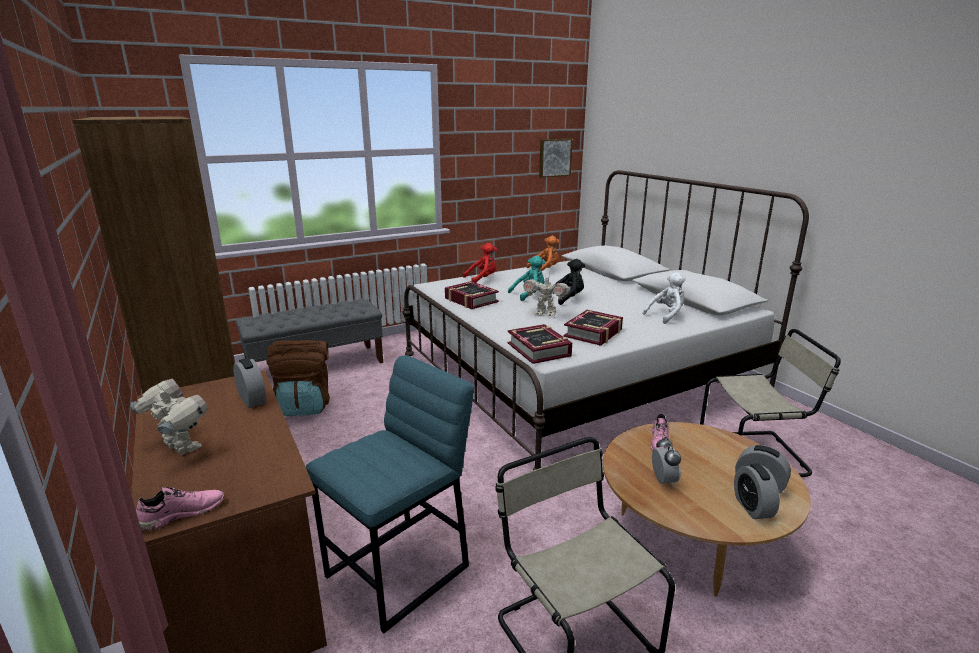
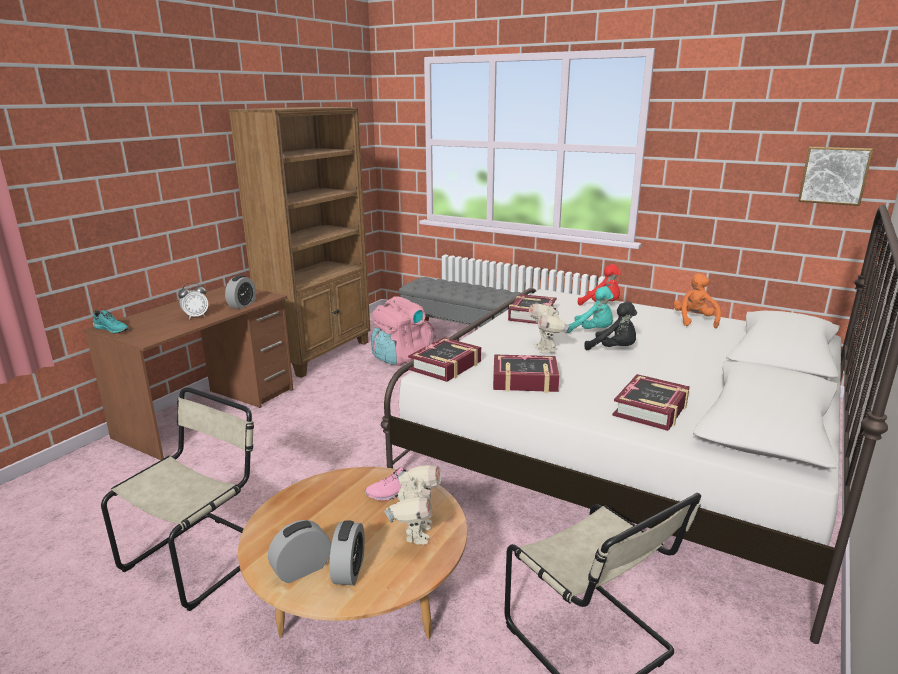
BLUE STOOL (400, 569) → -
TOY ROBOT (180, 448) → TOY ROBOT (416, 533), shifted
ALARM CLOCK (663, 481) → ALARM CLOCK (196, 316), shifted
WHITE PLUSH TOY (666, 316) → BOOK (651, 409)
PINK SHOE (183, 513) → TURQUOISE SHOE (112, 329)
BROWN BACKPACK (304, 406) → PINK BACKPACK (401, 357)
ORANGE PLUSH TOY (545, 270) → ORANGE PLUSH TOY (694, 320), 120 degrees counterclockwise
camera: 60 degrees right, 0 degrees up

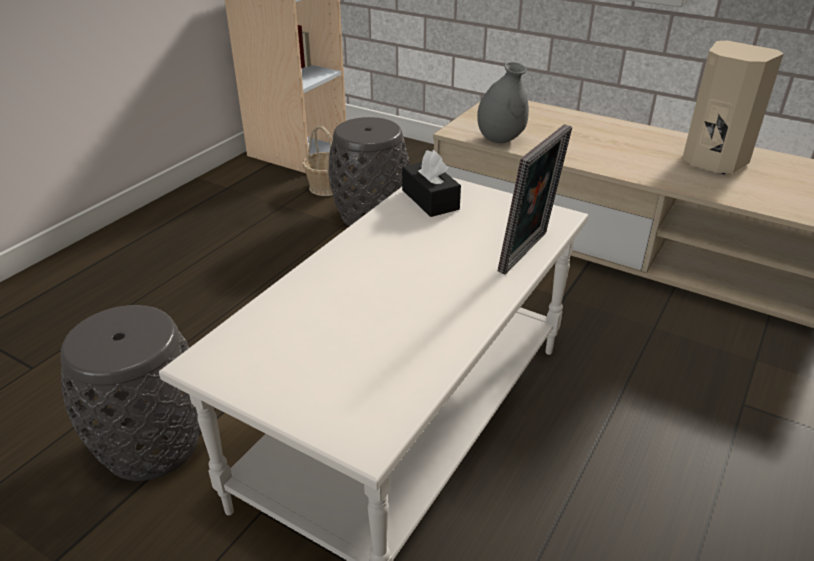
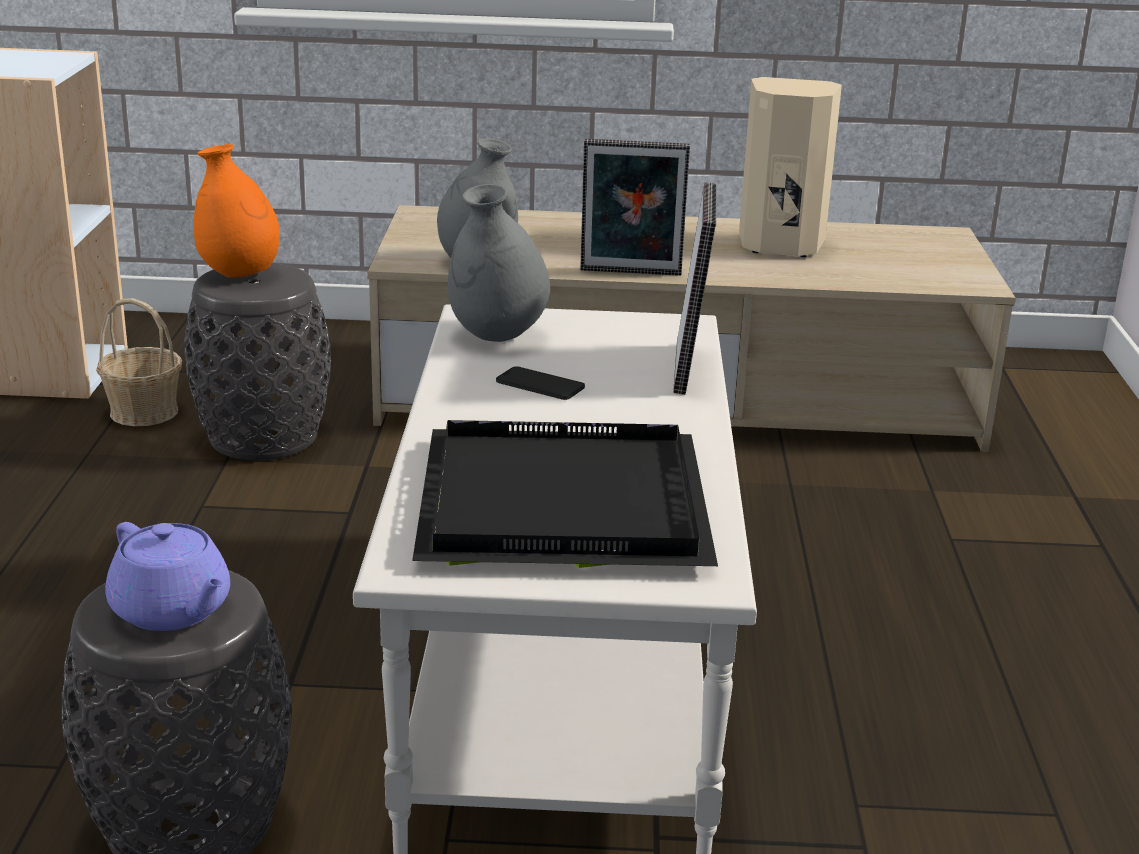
- → PURPLE TEAPOT (172, 611)
- → ORANGE VASE (239, 275)
- → BLACK TRAY (558, 506)
- → PHONE (540, 384)
- → PICTURE FRAME (630, 273)
BLACK TISSUE BOX (430, 199) → GREY VASE (497, 336)
camera: 30 degrees left, 10 degrees down

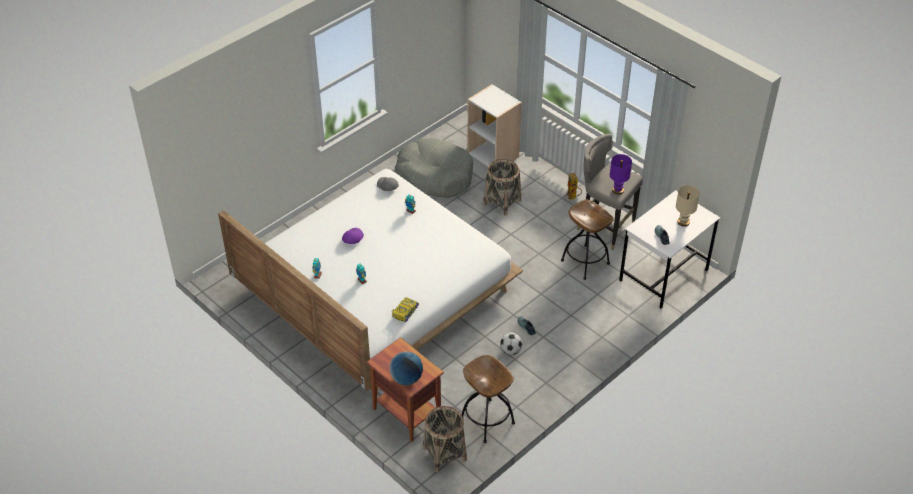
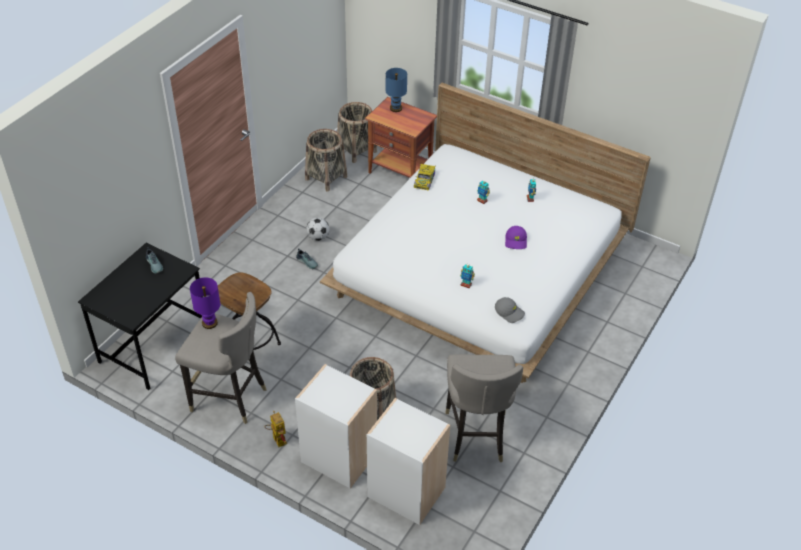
BEIGE TABLE LAMP (683, 222) → -
- → WHITE BOOKCASE (338, 457)
GLOBE (406, 378) → BLUE TABLE LAMP (395, 108)
GREY DOG BED (434, 176) → GREY STOOL (476, 436)
BROWN STOOL (487, 420) → BASKET (326, 178)
WHITE DESK (663, 276) → BLACK DESK (154, 346)
camera: 165 degrees right, 0 degrees up

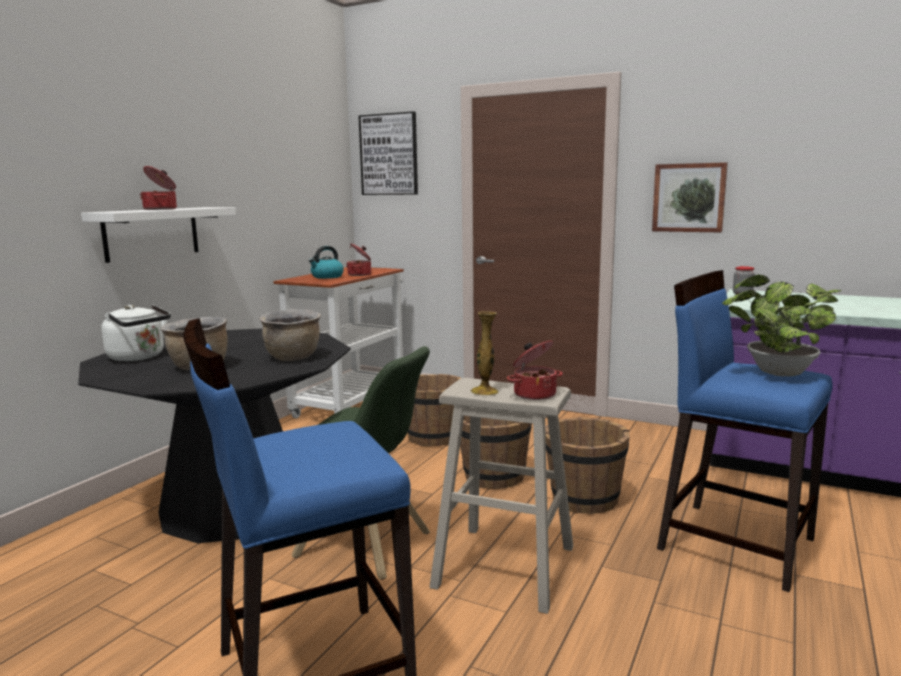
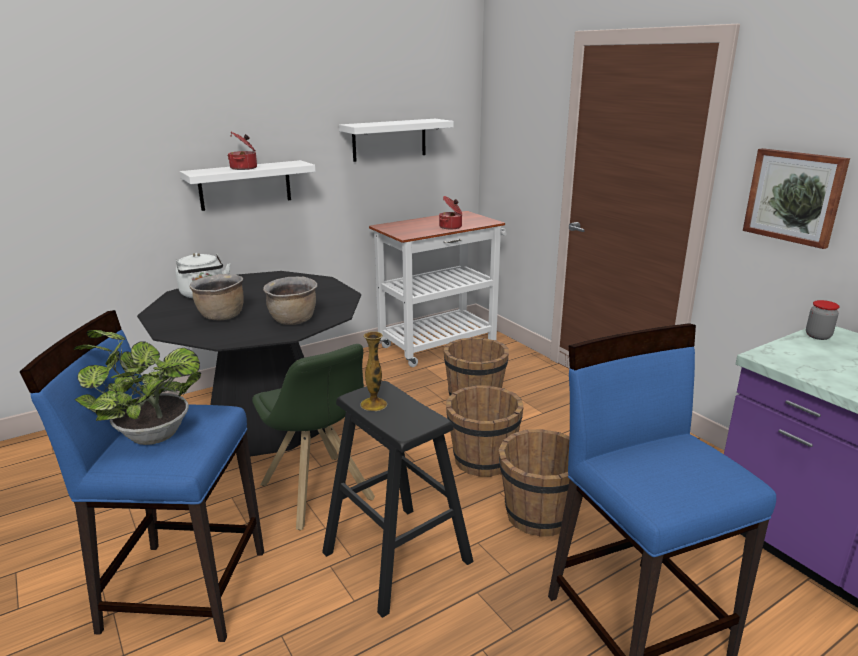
KETTLE (327, 277) → -
PICTURE (389, 154) → -
COOKING POT (534, 394) → -
- → WHITE SHELF (389, 139)
POTTED PLANT (776, 373) → POTTED PLANT (149, 435), shifted
BEIGE STOOL (505, 566) → BLACK STOOL (397, 557)
camera: 30 degrees right, 10 degrees up

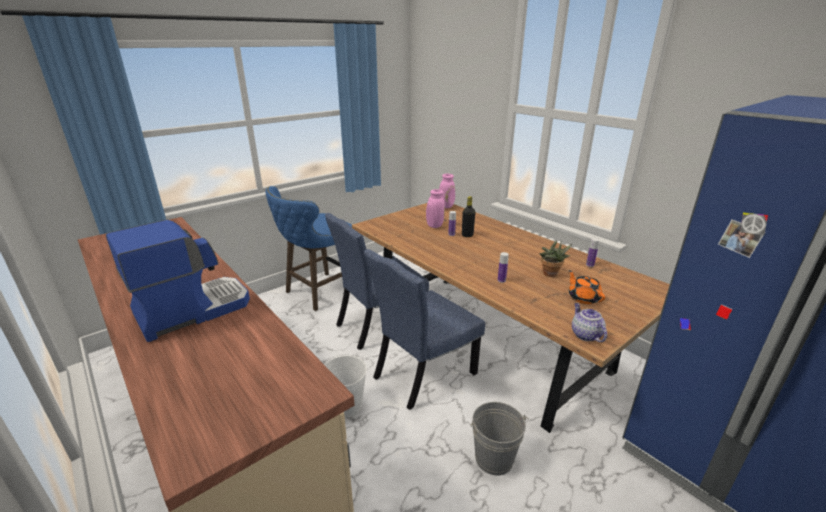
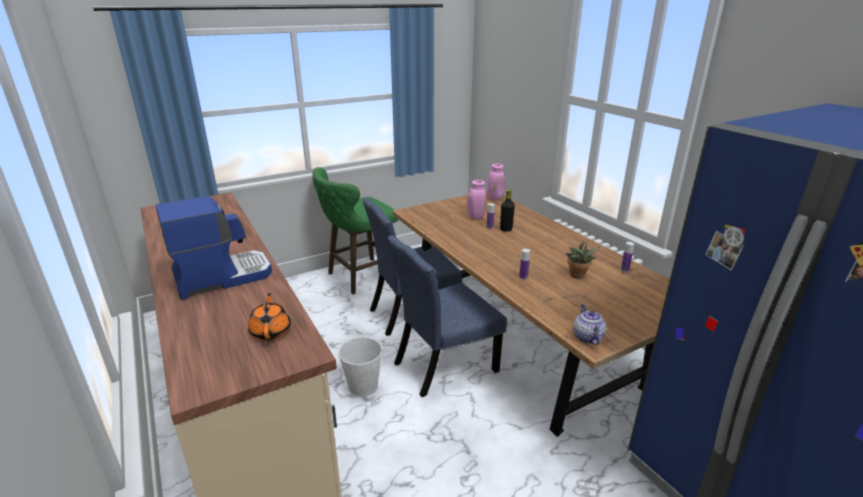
GREY BUCKET (494, 458) → -
ORANGE TEAPOT (583, 298) → ORANGE TEAPOT (271, 331), shifted
BLUE STOOL (318, 292) → GREEN STOOL (359, 276)
camera: 10 degrees right, 0 degrees up

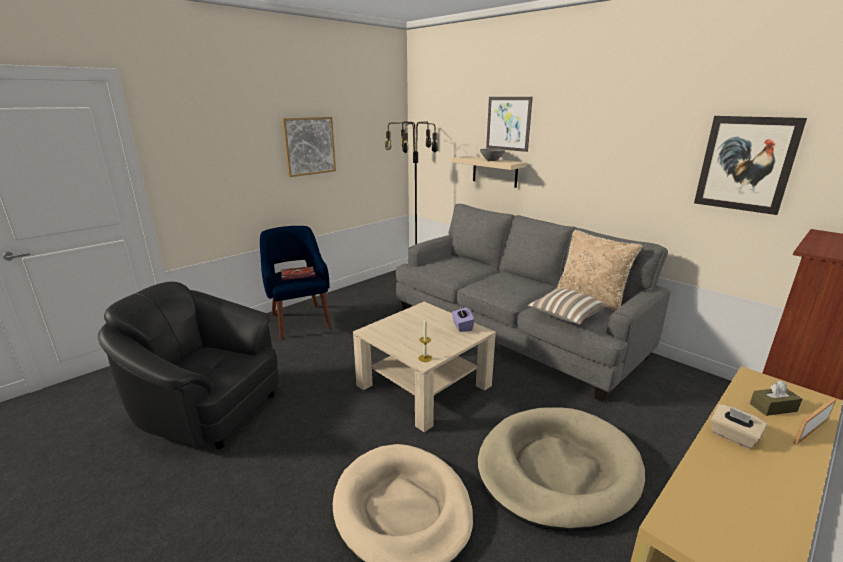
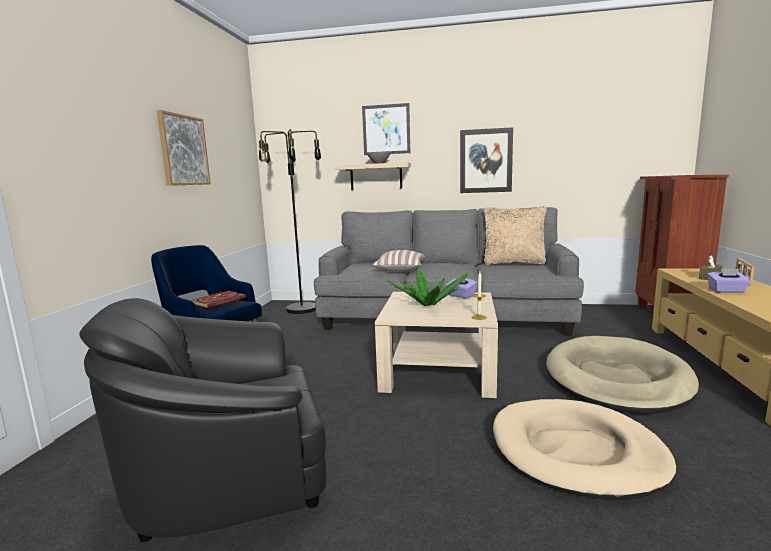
- → POTTED PLANT (428, 305)
PILLOW (565, 316) → PILLOW (400, 270), shifted
PICTURE (746, 164) → PICTURE (486, 161), shifted
BEIGE TISSUE BOX (733, 436) → PURPLE TISSUE BOX (726, 291)
camera: 35 degrees left, 10 degrees down

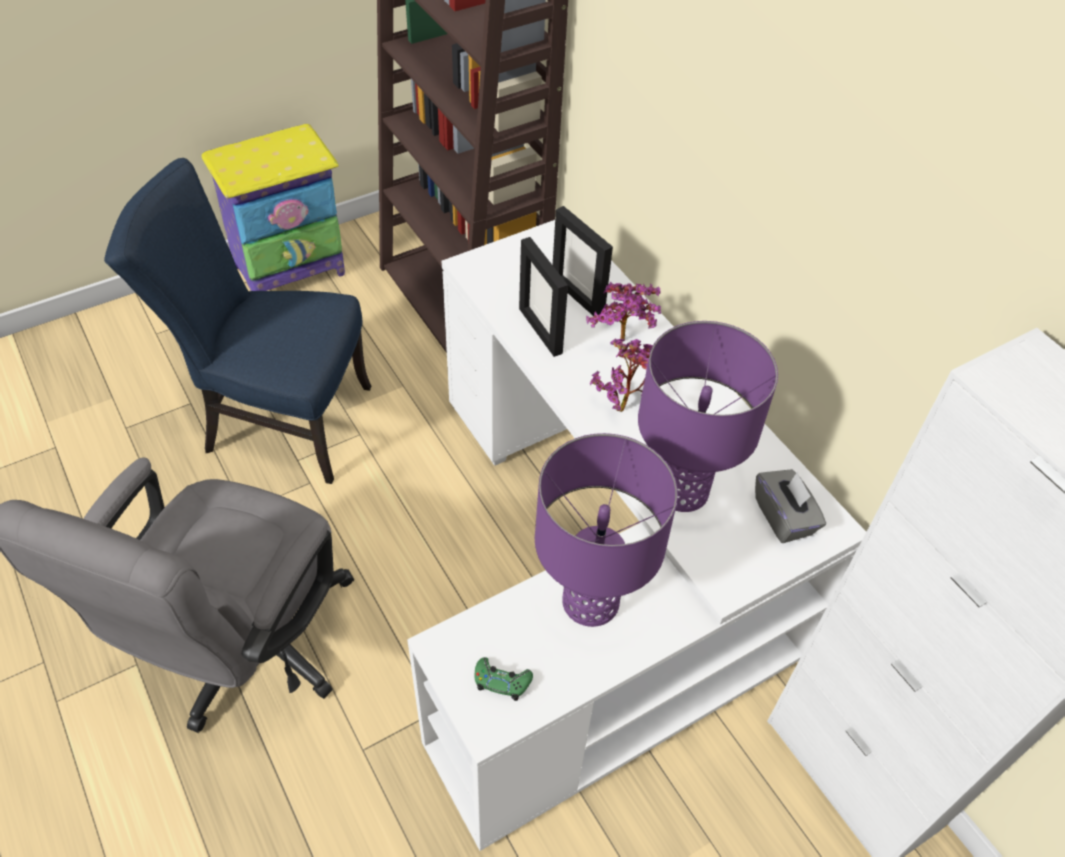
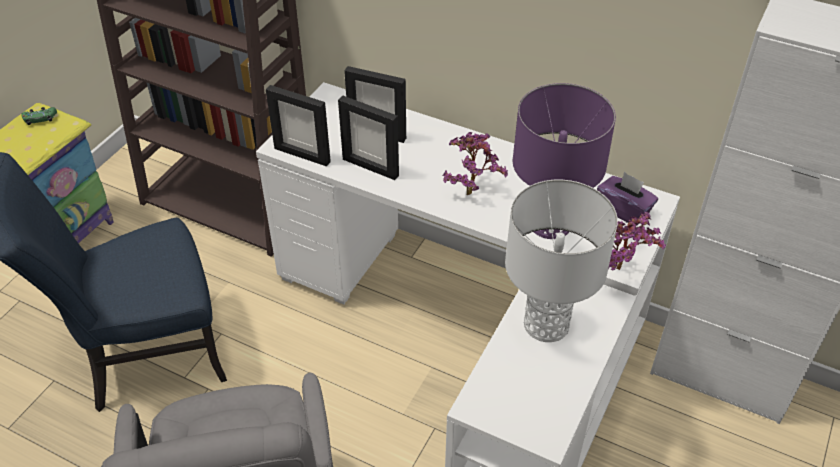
- → PICTURE FRAME (303, 154)
GREEN GAME CONTROLLER (502, 681) → GREEN GAME CONTROLLER (40, 119), shifted
POTTED PLANT (624, 343) → POTTED PLANT (622, 271), shifted
PURPLE TABLE LAMP (591, 602) → WHITE TABLE LAMP (547, 325)
GREY TISSUE BOX (784, 517) → PURPLE TISSUE BOX (624, 210)
camera: 30 degrees left, 5 degrees down

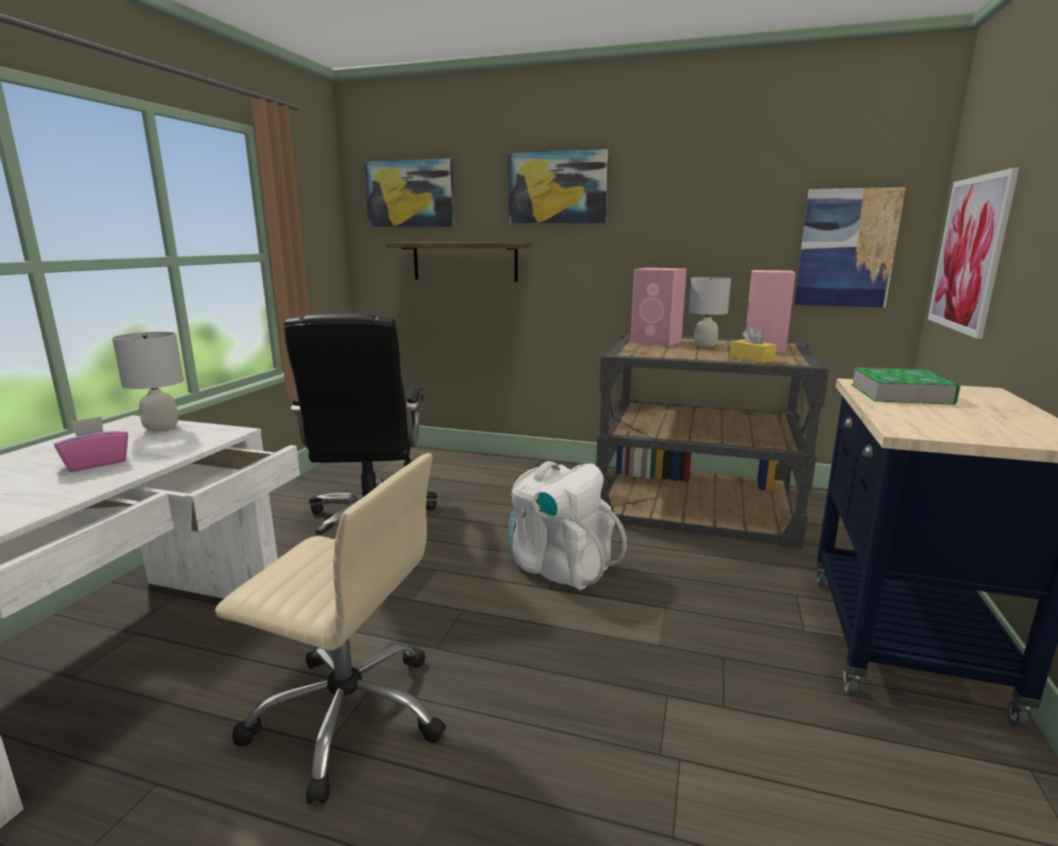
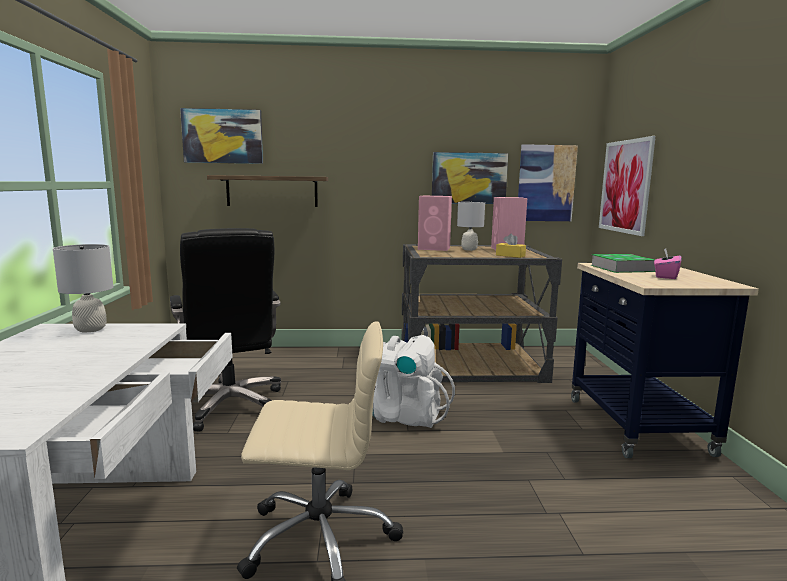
PINK TISSUE BOX (96, 463) → PINK TISSUE BOX (665, 276), shifted
PICTURE (557, 188) → PICTURE (469, 178), shifted
camera: 20 degrees left, 5 degrees down

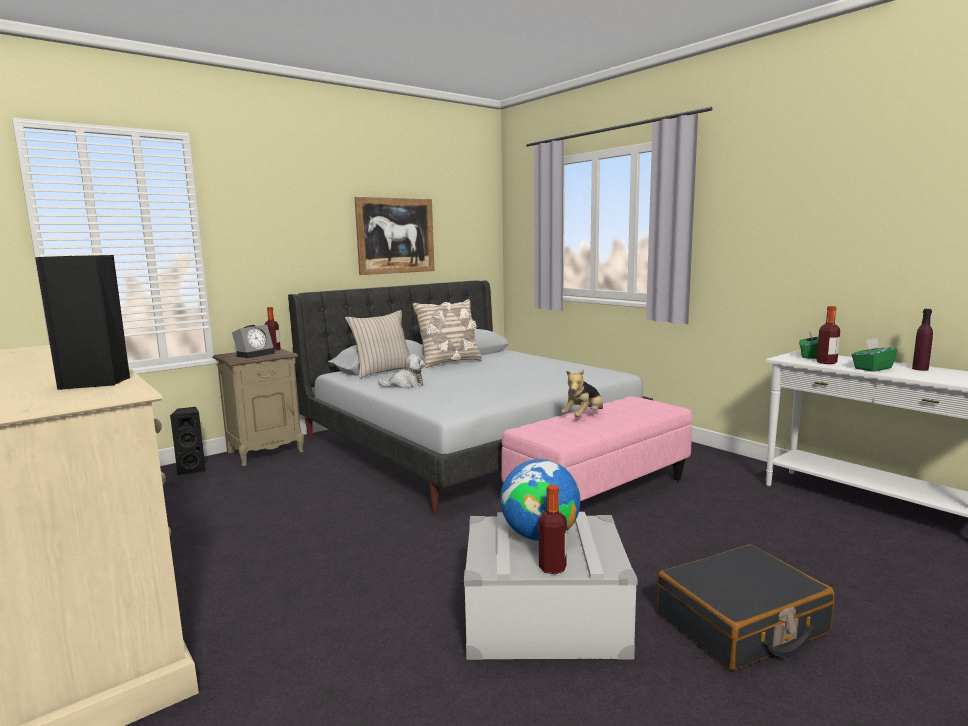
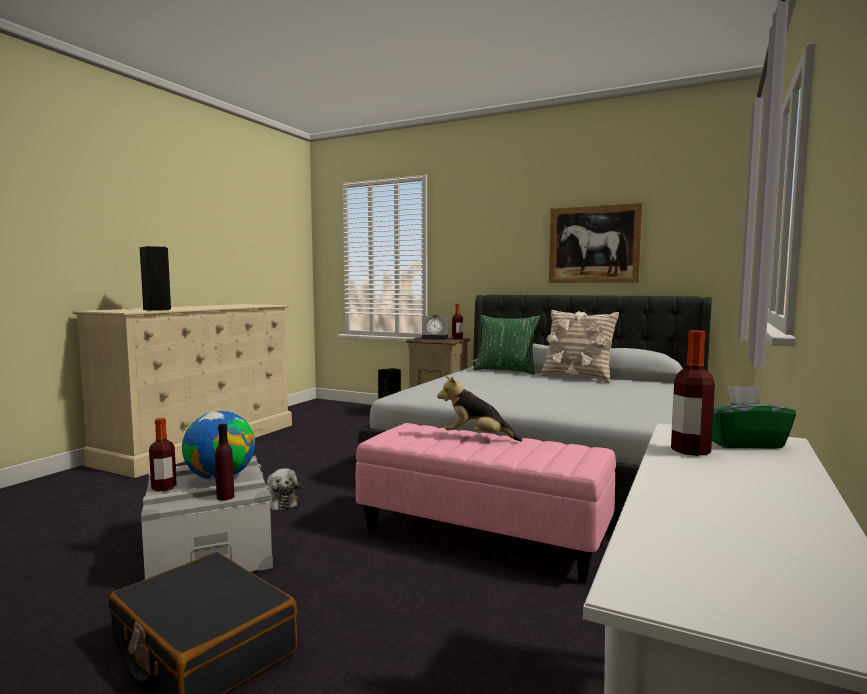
GREEN TISSUE BOX (872, 368) → -
PLUSH TOY (405, 385) → PLUSH TOY (280, 502), shifted
PURPLE BOTTLE (920, 369) → PURPLE BOTTLE (225, 497), shifted
BEIGE PILLOW (383, 372) → GREEN PILLOW (506, 371)
camera: 65 degrees right, 5 degrees down

